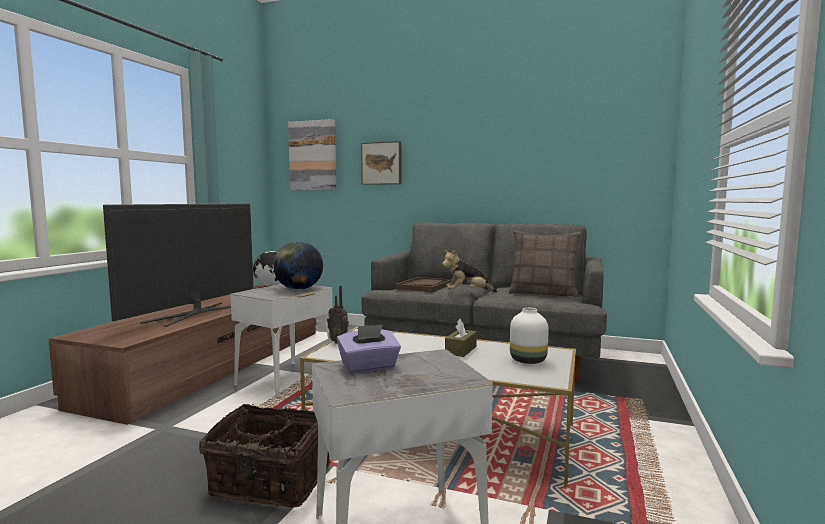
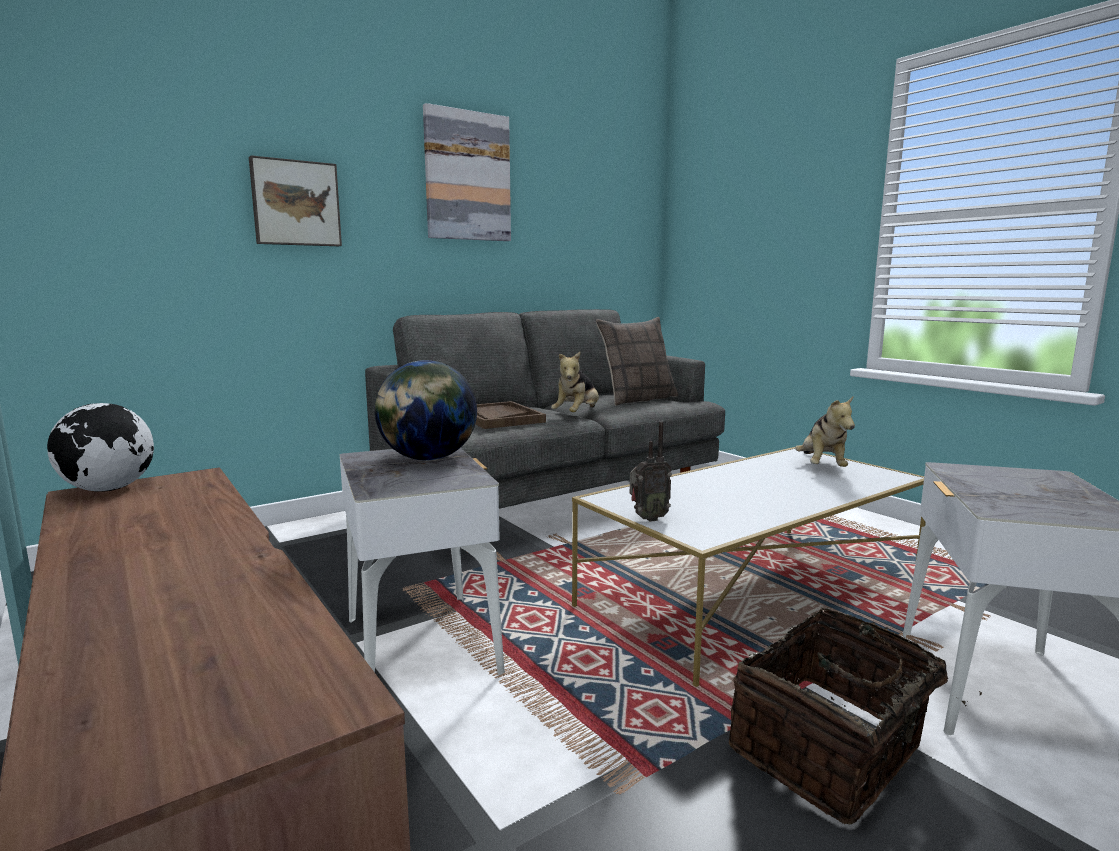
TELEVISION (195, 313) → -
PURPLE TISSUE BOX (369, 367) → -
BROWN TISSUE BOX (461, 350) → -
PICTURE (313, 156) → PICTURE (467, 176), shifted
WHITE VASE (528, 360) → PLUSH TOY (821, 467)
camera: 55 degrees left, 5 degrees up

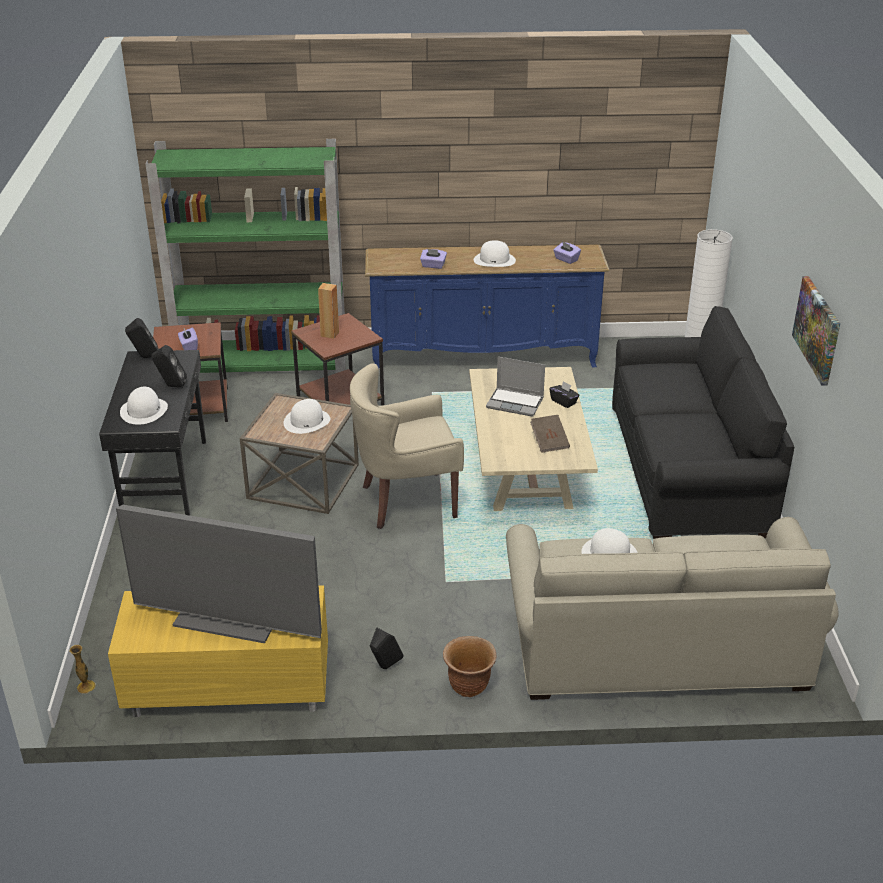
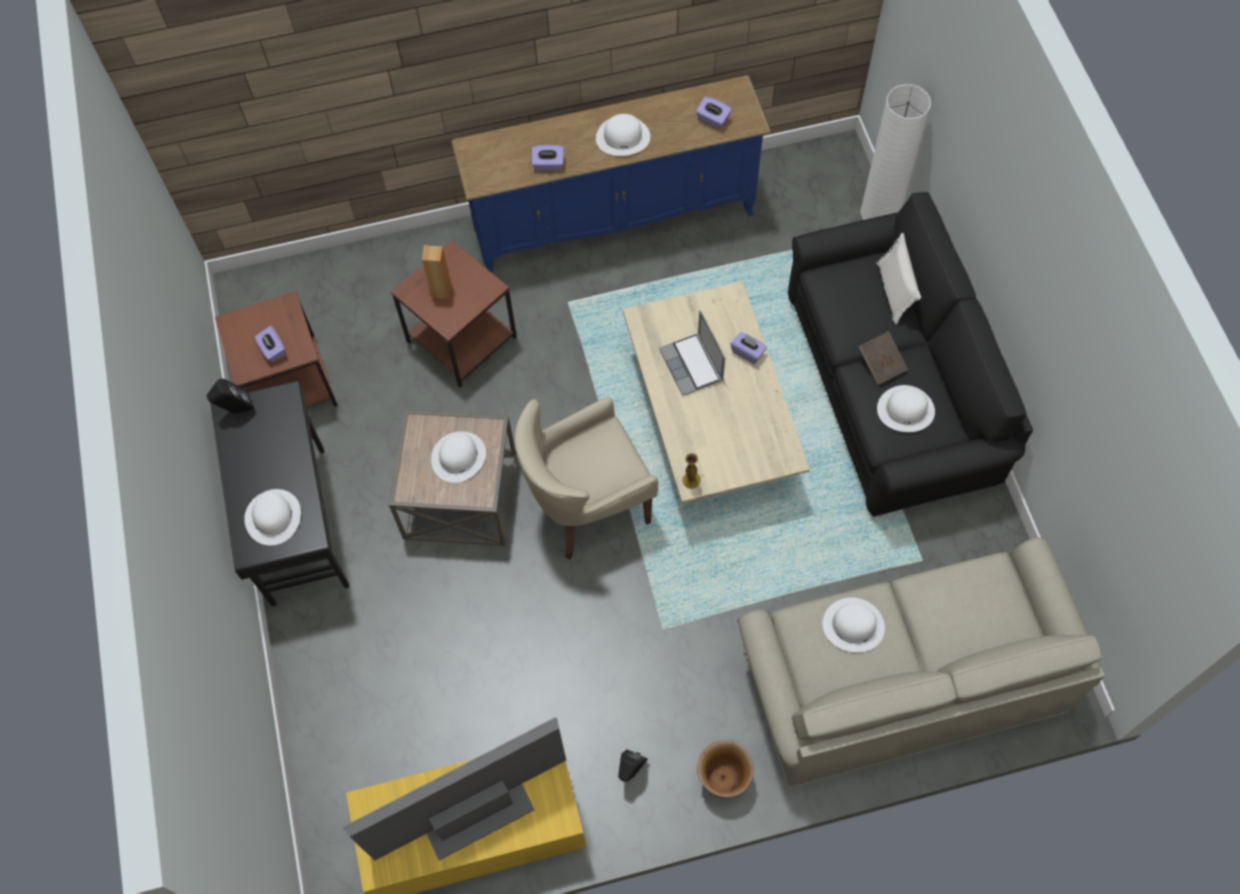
GREEN BOOKCASE (263, 361) → -
BLACK SPEAKER (171, 386) → -
PICTURE (817, 329) → -
- → WHITE PILLOW (894, 292)
- → WHITE HAT (906, 409)
VASE (86, 686) → VASE (691, 480), shifted
BROWN BOOK (549, 442) → BROWN BOOK (881, 363), shifted
BLACK TISSUE BOX (564, 402) → PURPLE TISSUE BOX (748, 352)
TELEVISION (229, 619) → TELEVISION (474, 811), 150 degrees clockwise
LAPTOP (516, 403) → LAPTOP (692, 365), 60 degrees clockwise
camera: 10 degrees left, 30 degrees up

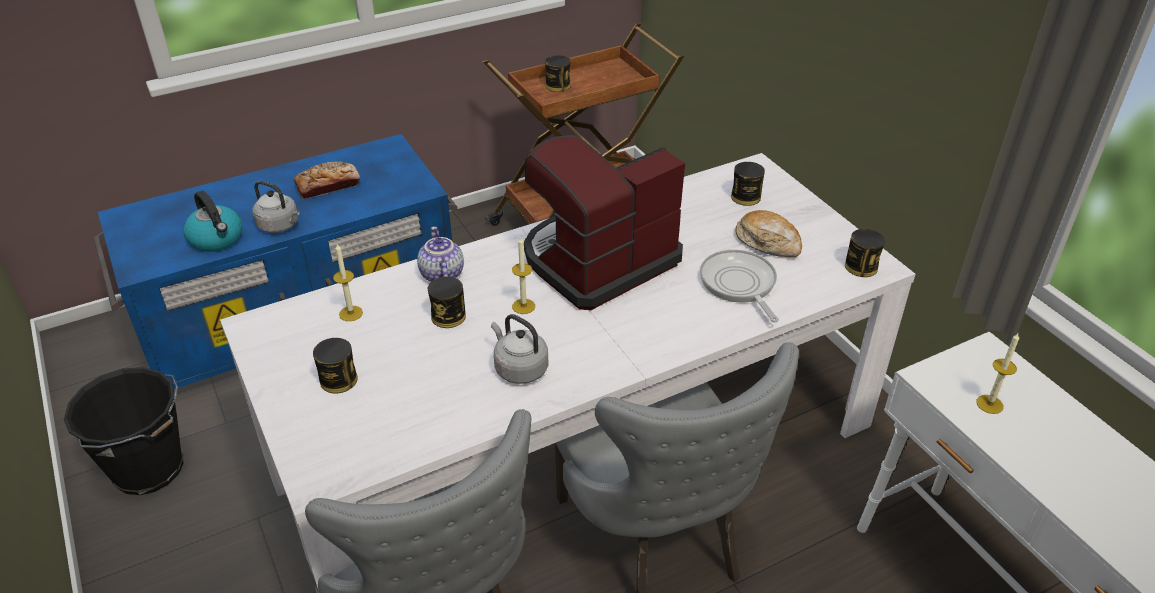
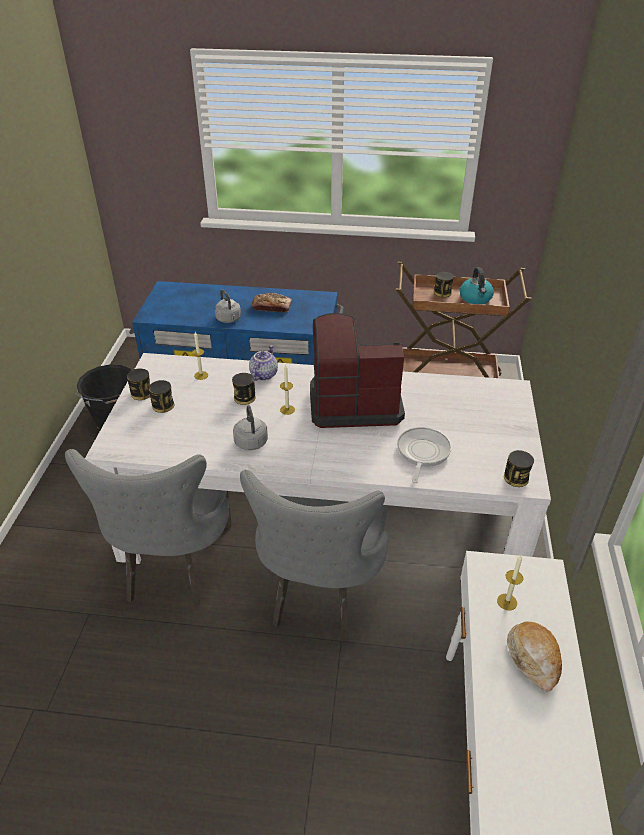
KETTLE (217, 239) → KETTLE (476, 298), shifted
CAN (745, 197) → CAN (141, 393), shifted
BREAD (768, 242) → BREAD (534, 659), shifted
camera: 35 degrees right, 0 degrees up

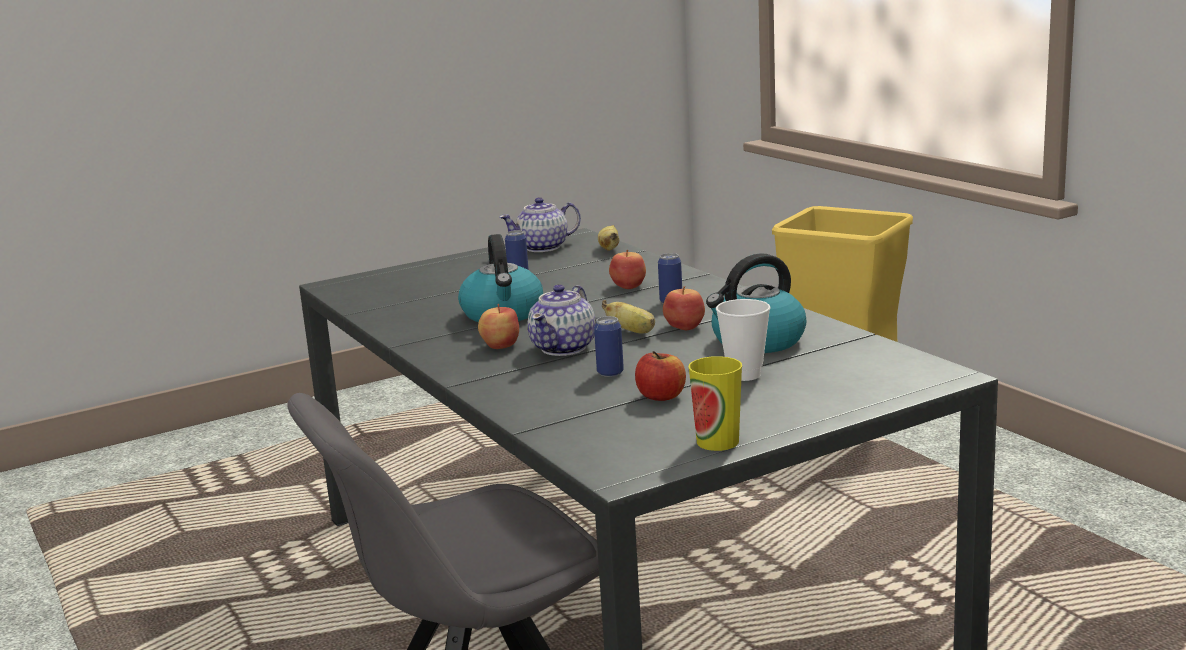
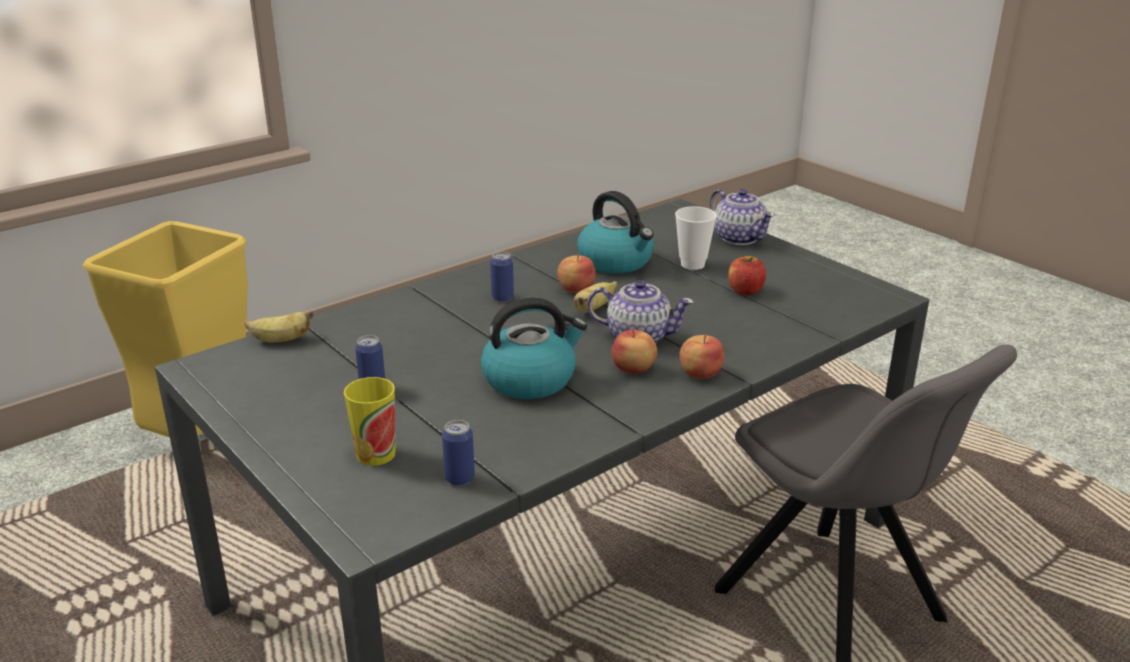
TEAPOT (543, 247) → TEAPOT (739, 238), shifted
CAN (610, 373) → CAN (460, 478), shifted
APPLE (629, 286) → APPLE (700, 373), shifted
CUP (717, 442) → CUP (375, 454), shifted
camera: 100 degrees left, 10 degrees up

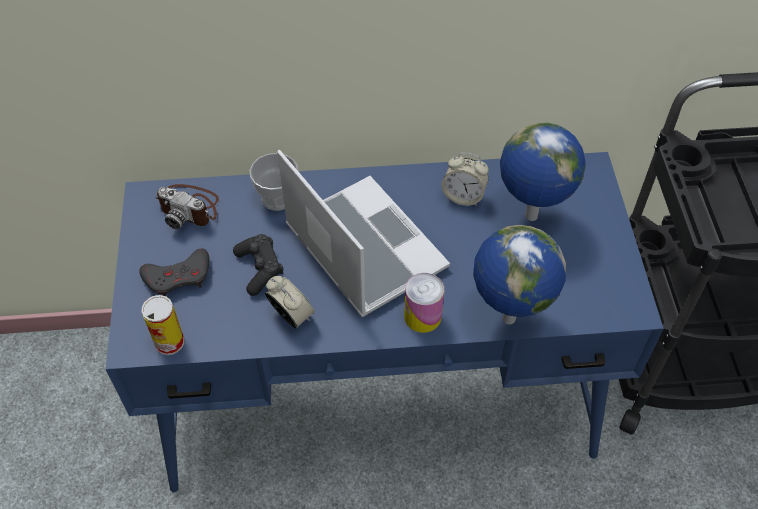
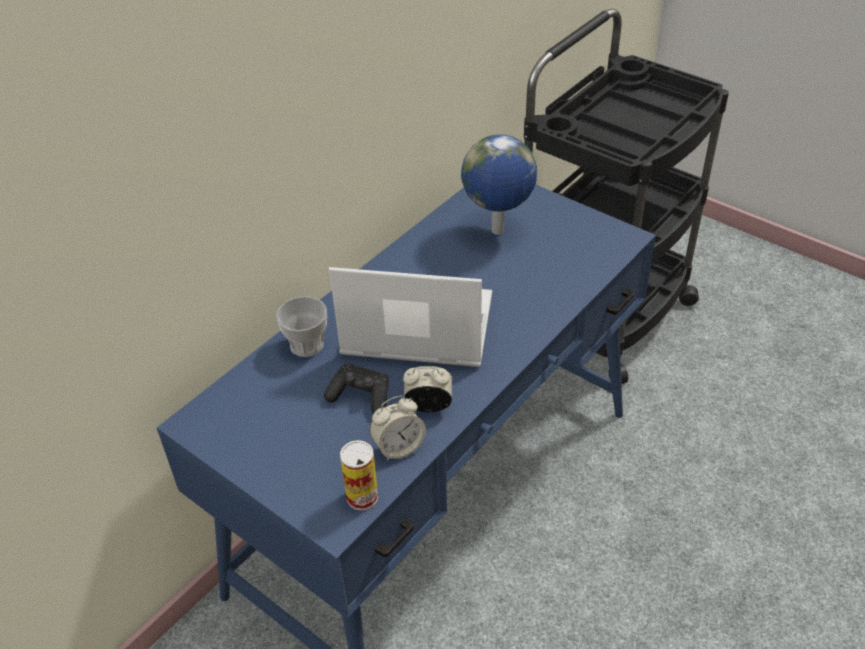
GREY GAME CONTROLLER (178, 277) → -
PHOTO CAMERA (190, 207) → -
CAN (422, 316) → -
GLOBE (507, 318) → -
ALARM CLOCK (463, 196) → ALARM CLOCK (398, 447), shifted
camera: 45 degrees left, 10 degrees down

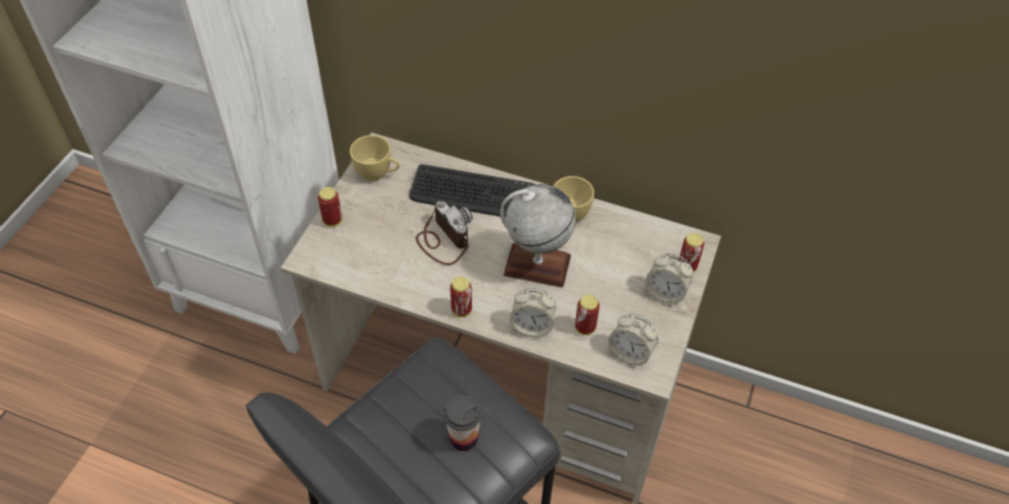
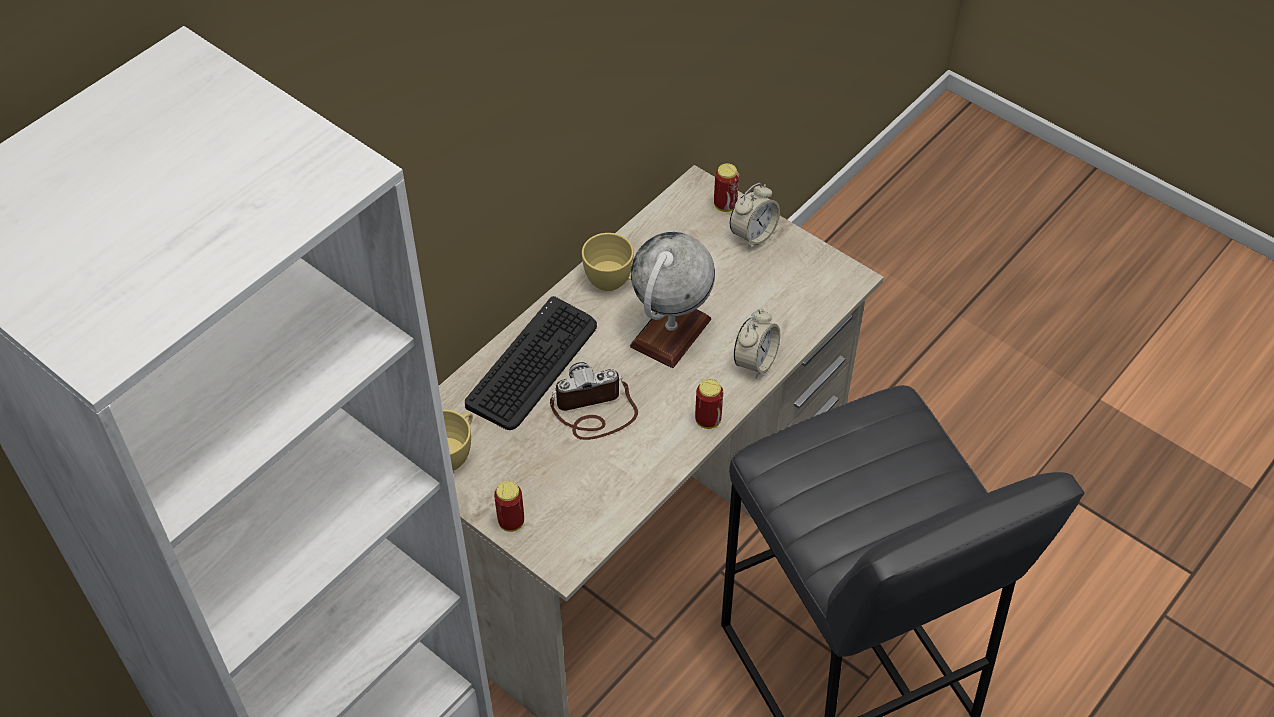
CUP (463, 438) → -
CAN (585, 327) → -
ALARM CLOCK (630, 353) → -
camera: 70 degrees left, 0 degrees up

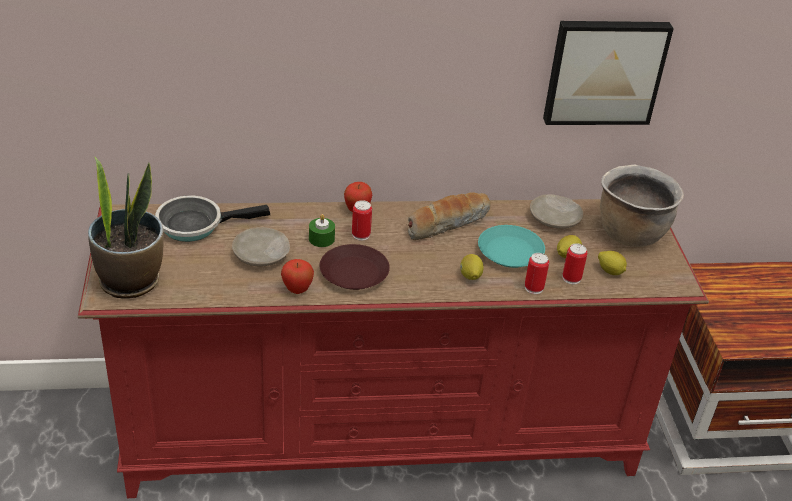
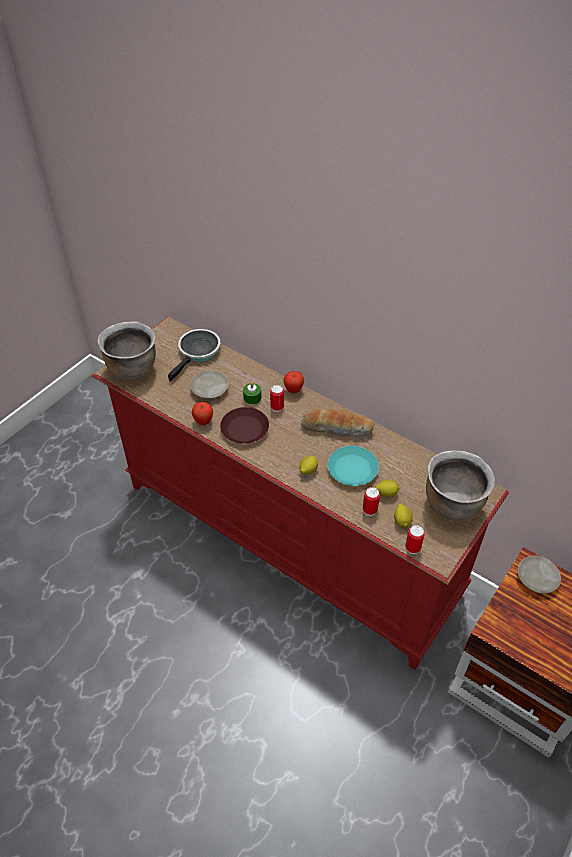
PICTURE (604, 71) → -
CAN (533, 288) → CAN (412, 547), shifted
BEIGE PLATE (555, 219) → BEIGE PLATE (537, 579), shifted
POTTED PLANT (131, 281) → BROWN COOKING POT (132, 369)
FRYING PAN (195, 224) → FRYING PAN (198, 352), 90 degrees clockwise
camera: 45 degrees right, 10 degrees up

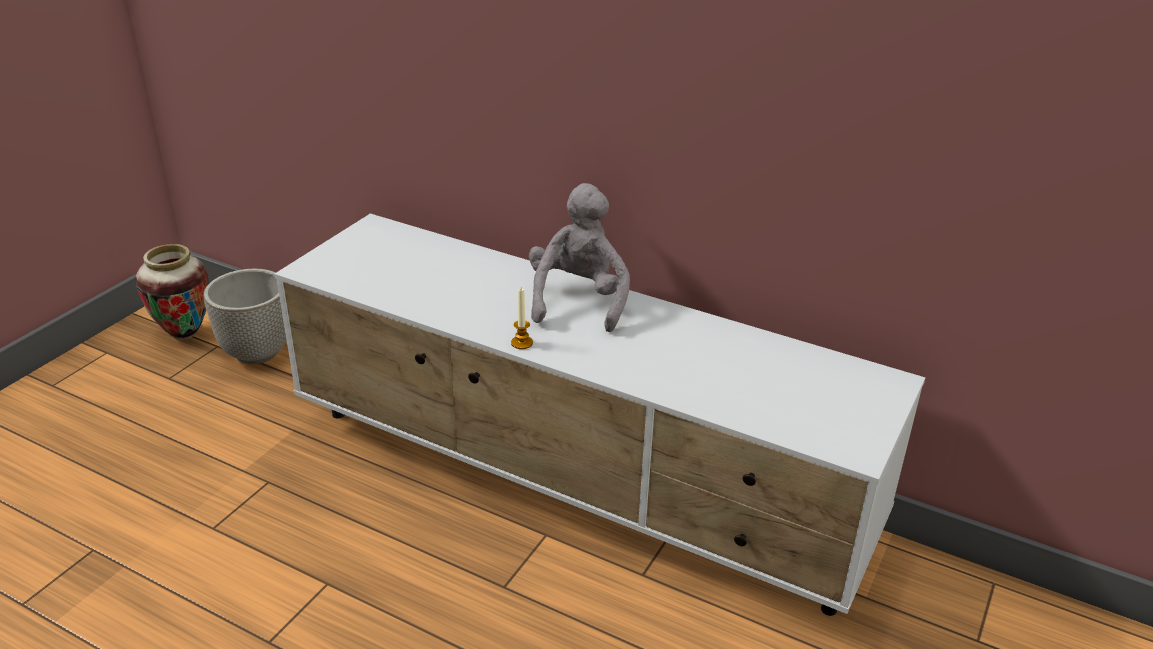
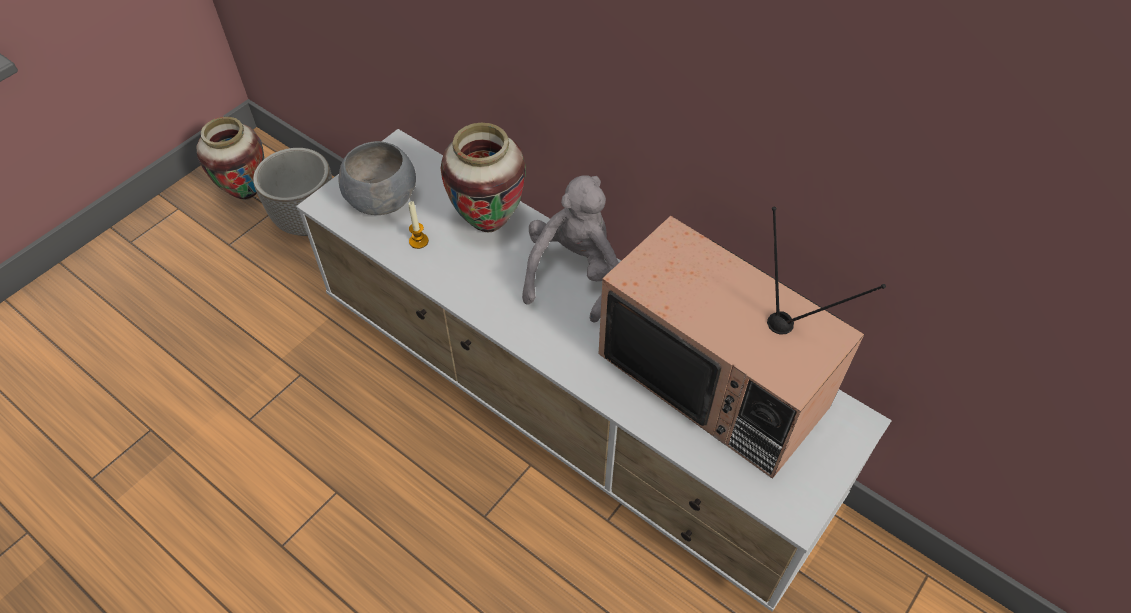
- → GREY BOWL (383, 199)
- → VASE (488, 223)
- → TELEVISION (717, 379)
CANDLE (522, 343) → CANDLE (418, 241), shifted
camera: 10 degrees right, 20 degrees up

